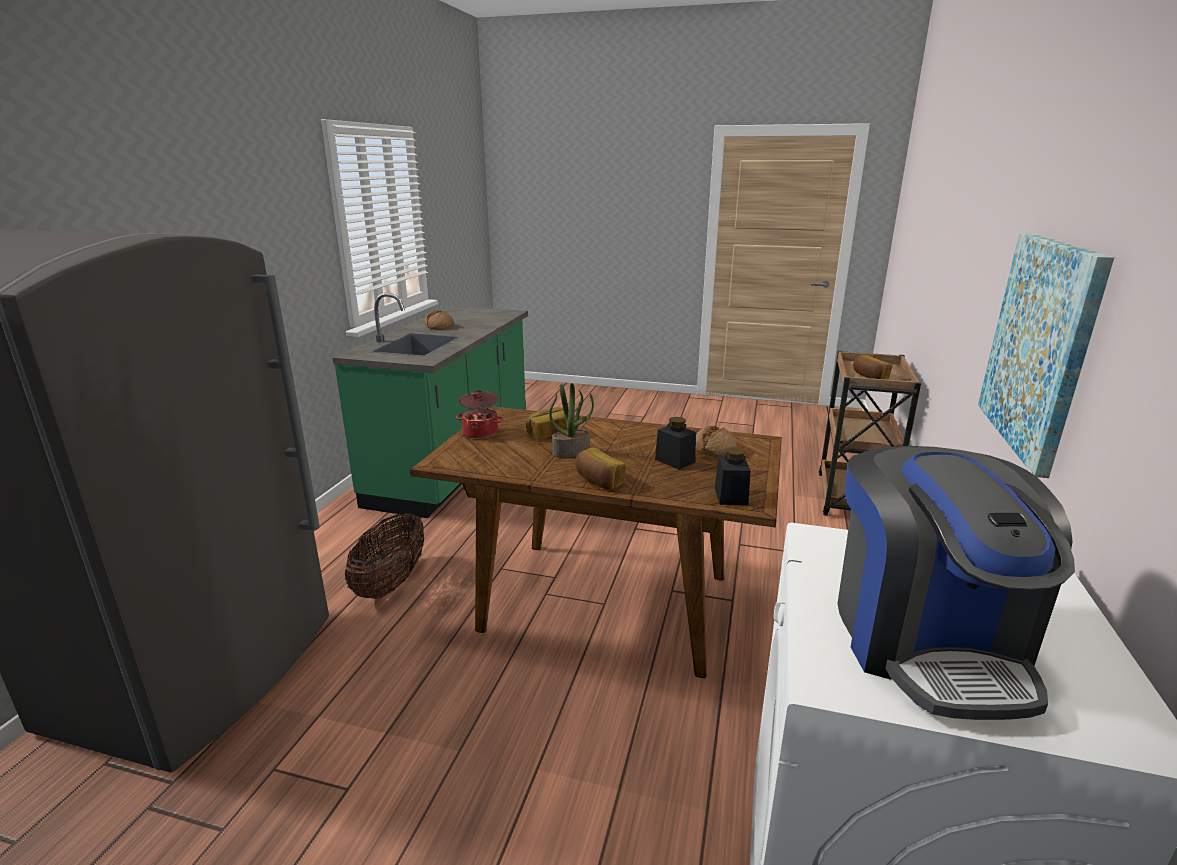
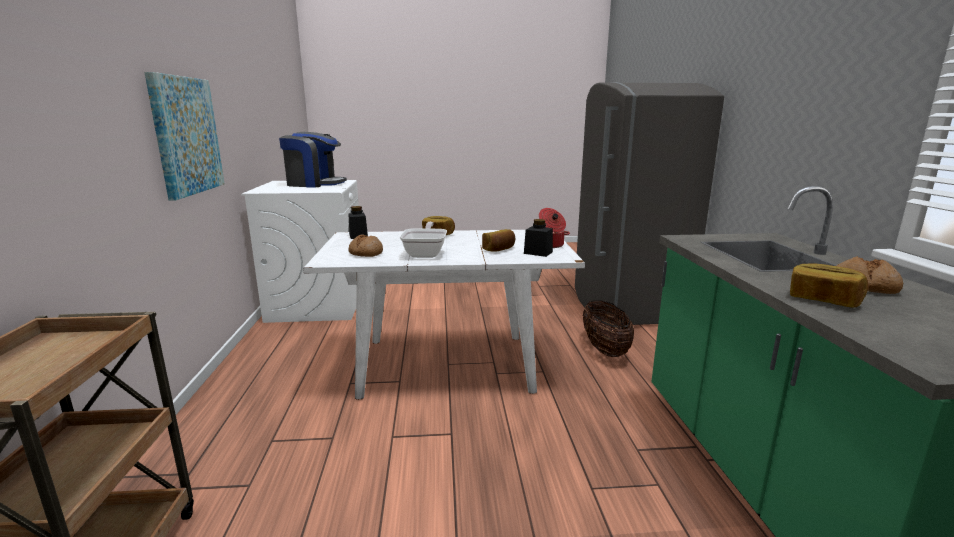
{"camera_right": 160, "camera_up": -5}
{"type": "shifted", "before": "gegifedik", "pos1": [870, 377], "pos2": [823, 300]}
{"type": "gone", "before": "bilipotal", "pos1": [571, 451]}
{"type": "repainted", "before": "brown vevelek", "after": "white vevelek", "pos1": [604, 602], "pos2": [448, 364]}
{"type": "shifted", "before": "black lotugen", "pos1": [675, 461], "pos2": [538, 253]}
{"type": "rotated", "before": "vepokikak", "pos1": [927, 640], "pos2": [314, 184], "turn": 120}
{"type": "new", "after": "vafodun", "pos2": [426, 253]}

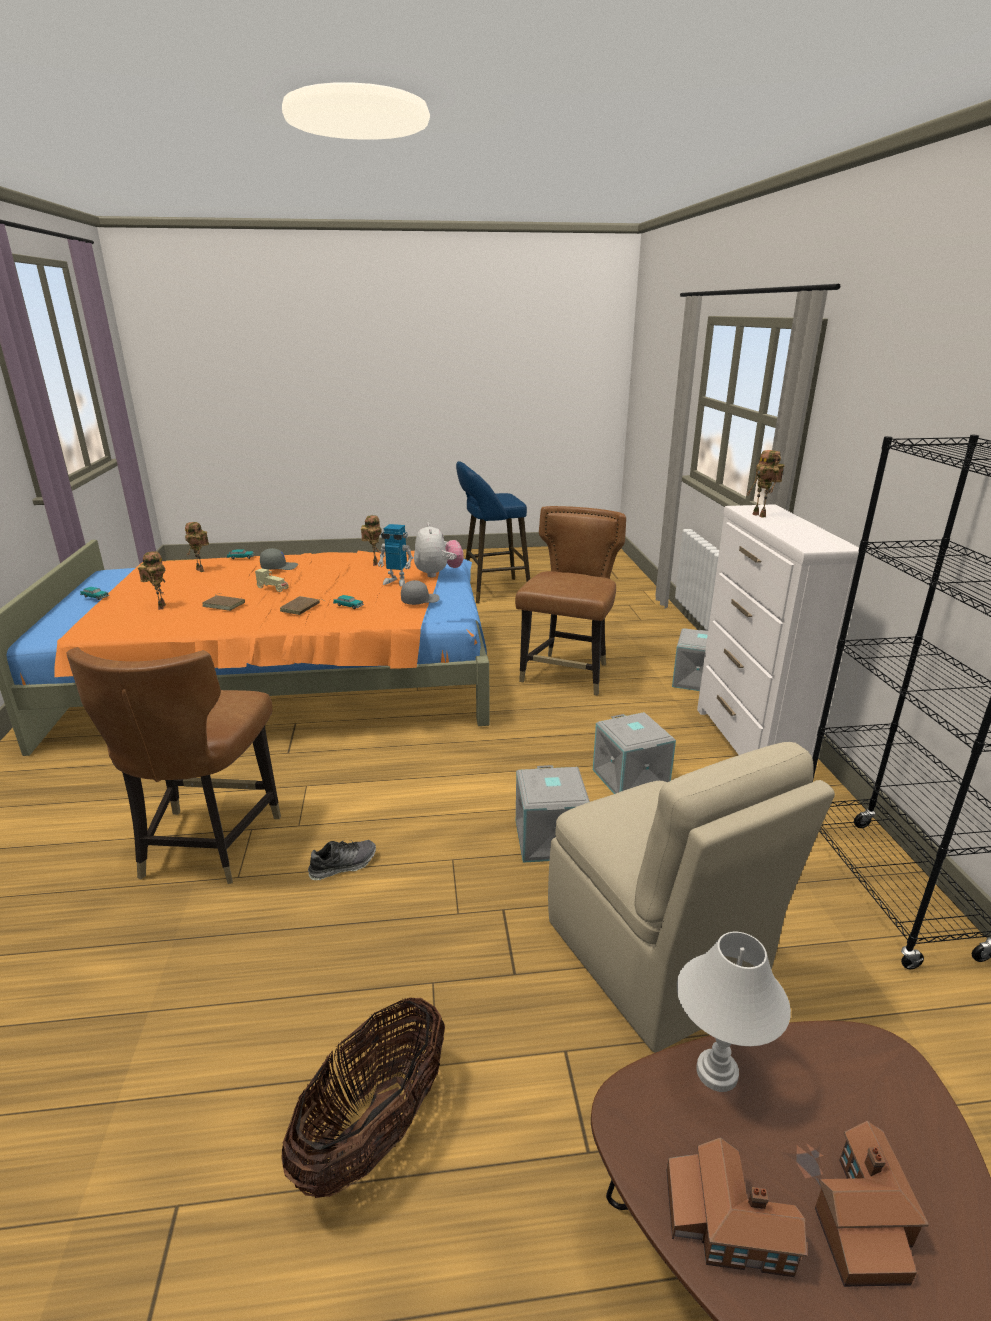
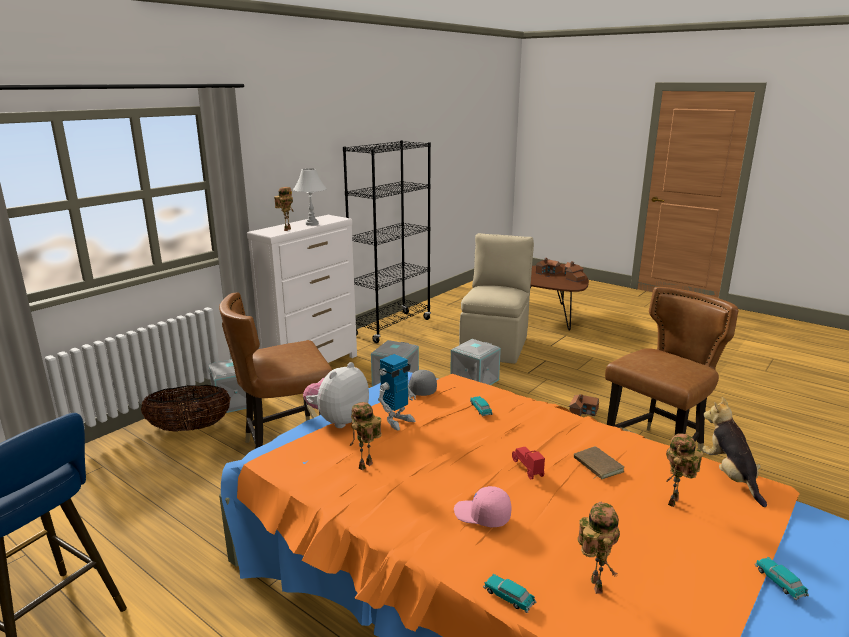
{"camera_right": -135, "camera_up": -5}
{"type": "rotated", "before": "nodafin", "pos1": [396, 581], "pos2": [397, 421], "turn": 75}
{"type": "repainted", "before": "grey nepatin", "after": "pink nepatin", "pos1": [279, 567], "pos2": [482, 516]}
{"type": "repainted", "before": "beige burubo", "after": "red burubo", "pos1": [273, 588], "pos2": [527, 468]}
{"type": "gone", "before": "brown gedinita", "pos1": [301, 608]}
{"type": "swapped", "before": "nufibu", "after": "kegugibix", "pos1": [343, 865], "pos2": [583, 412]}
{"type": "shifted", "before": "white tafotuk", "pos1": [717, 1073], "pos2": [312, 224]}
{"type": "shifted", "before": "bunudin", "pos1": [374, 1129], "pos2": [190, 428]}
{"type": "new", "after": "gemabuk", "pos2": [730, 476]}

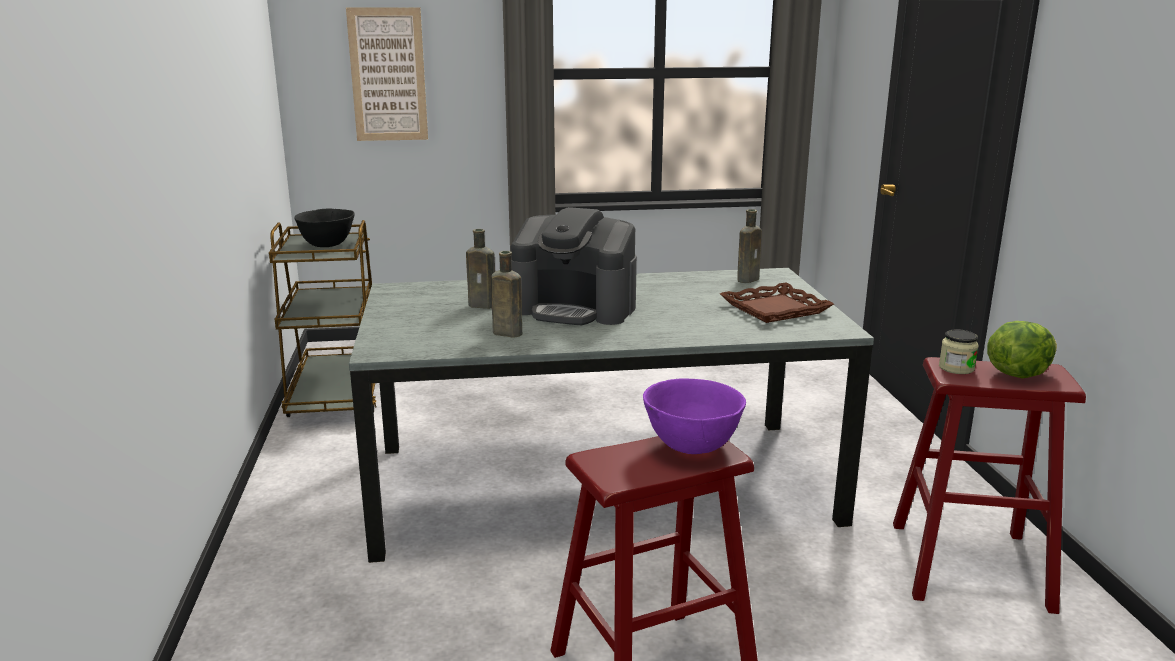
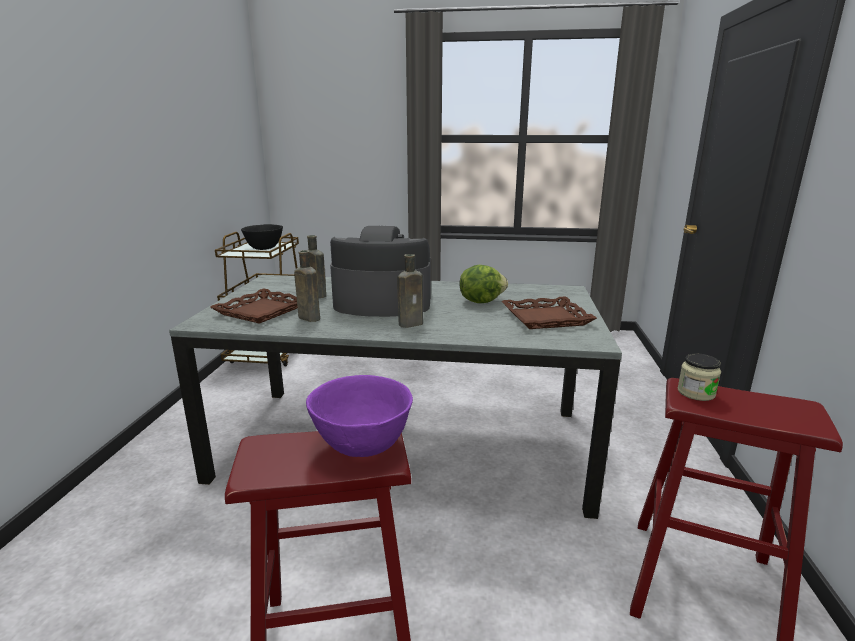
{"camera_right": 15, "camera_up": 0}
{"type": "gone", "before": "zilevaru", "pos1": [388, 75]}
{"type": "rotated", "before": "vepokikak", "pos1": [575, 308], "pos2": [382, 303], "turn": 150}
{"type": "shifted", "before": "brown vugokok", "pos1": [749, 279], "pos2": [412, 323]}
{"type": "shifted", "before": "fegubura", "pos1": [1017, 373], "pos2": [481, 301]}
{"type": "new", "after": "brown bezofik", "pos2": [262, 311]}

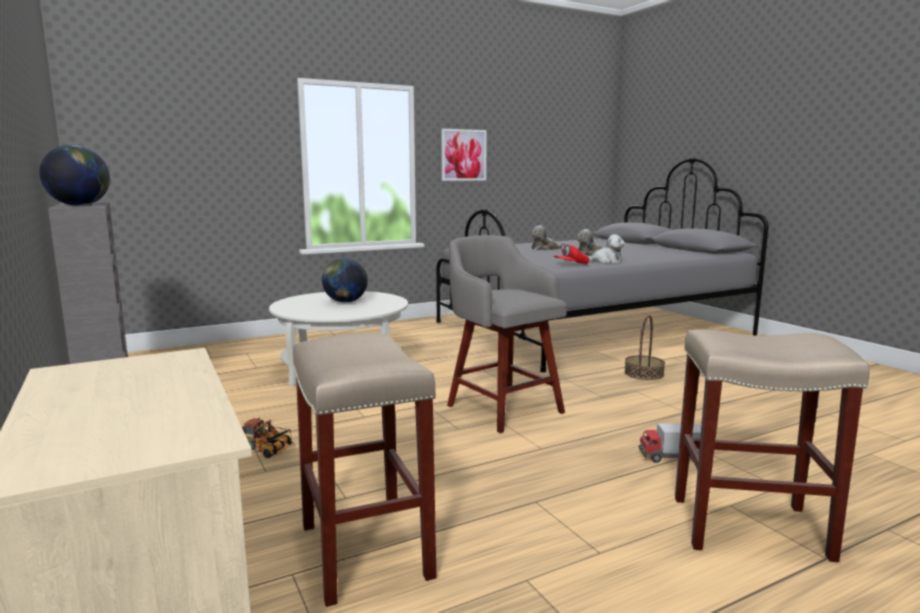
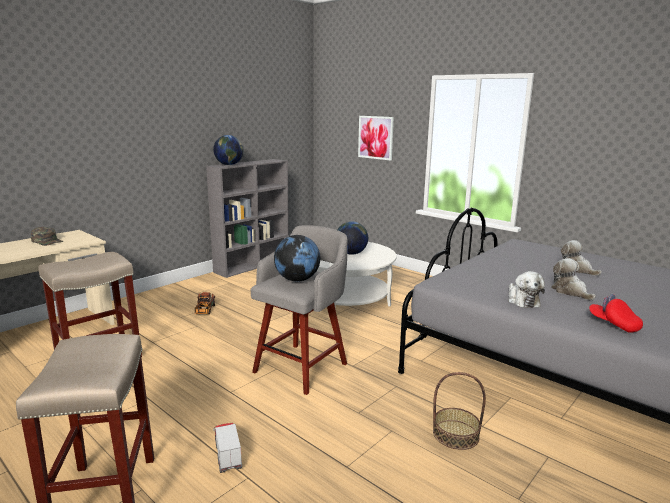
{"camera_right": 70, "camera_up": 5}
{"type": "shifted", "before": "zilevaru", "pos1": [463, 155], "pos2": [375, 137]}
{"type": "shifted", "before": "red nepatin", "pos1": [571, 265], "pos2": [613, 324]}
{"type": "new", "after": "green nepatin", "pos2": [47, 241]}
{"type": "new", "after": "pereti", "pos2": [297, 280]}

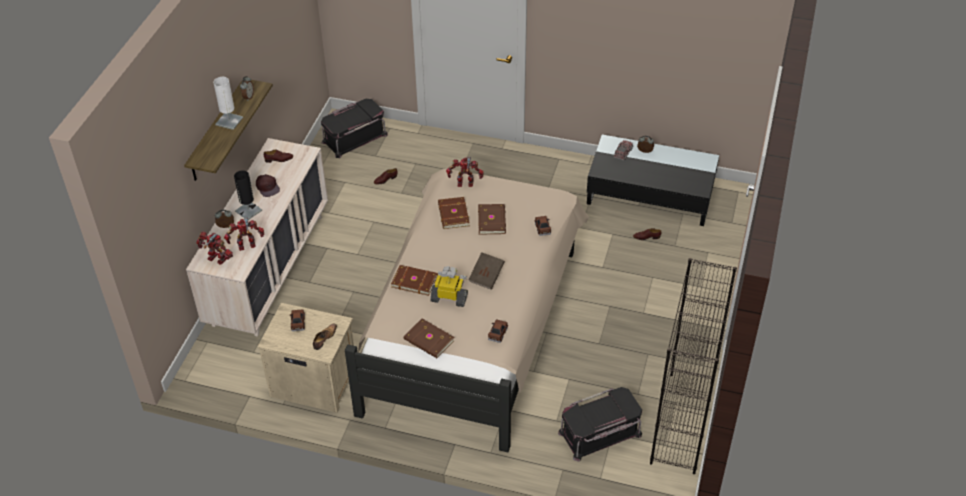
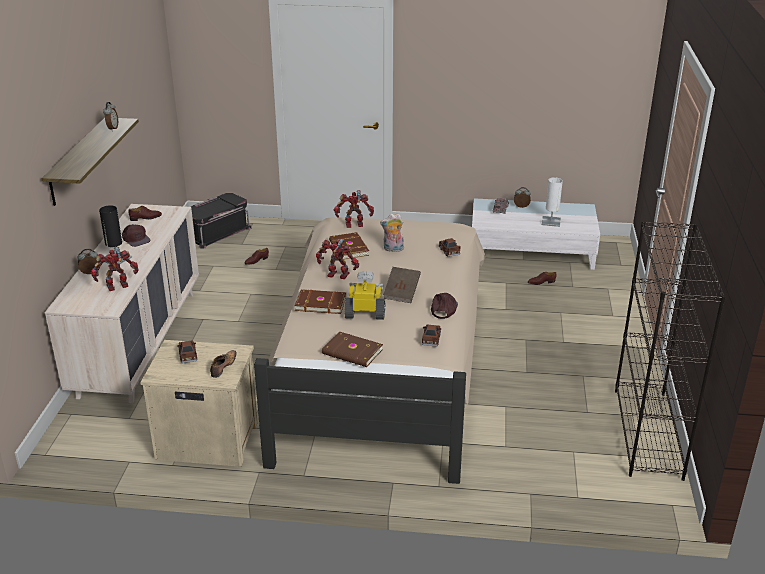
{"camera_right": -10, "camera_up": -15}
{"type": "shifted", "before": "white tafotuk", "pos1": [229, 121], "pos2": [551, 221]}
{"type": "repainted", "before": "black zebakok", "after": "white zebakok", "pos1": [650, 193], "pos2": [531, 250]}
{"type": "swapped", "before": "brown gedinita", "after": "gemabuk", "pos1": [492, 220], "pos2": [393, 249]}
{"type": "shifted", "before": "nodafin", "pos1": [217, 259], "pos2": [338, 275]}
{"type": "gone", "before": "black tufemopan", "pos1": [600, 434]}
{"type": "new", "after": "brown nepatin", "pos2": [443, 309]}

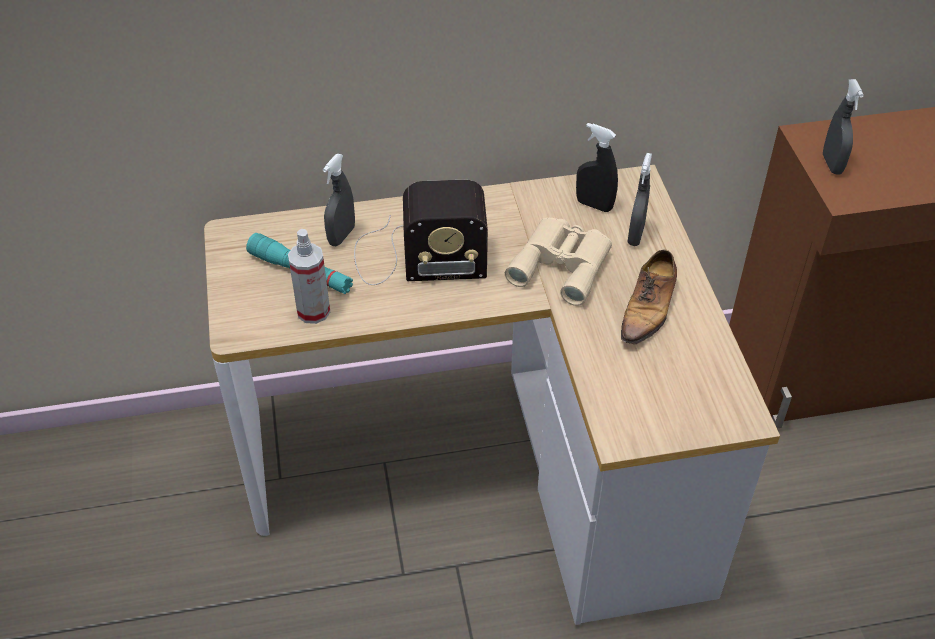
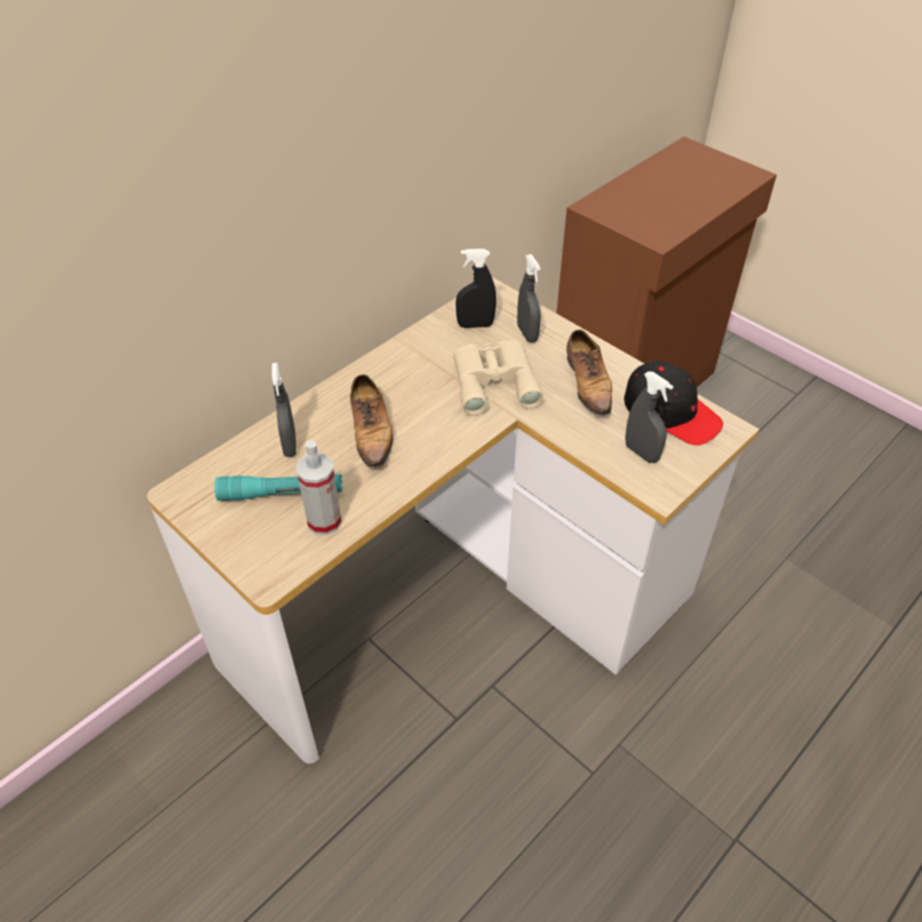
{"camera_right": -35, "camera_up": 0}
{"type": "shifted", "before": "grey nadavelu", "pos1": [832, 164], "pos2": [641, 453]}
{"type": "swapped", "before": "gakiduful", "after": "nufibu", "pos1": [415, 257], "pos2": [371, 432]}
{"type": "new", "after": "black nepatin", "pos2": [671, 412]}

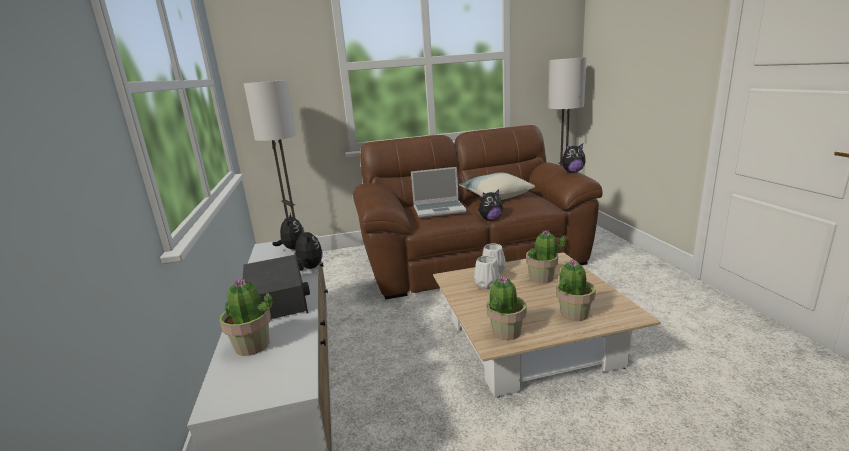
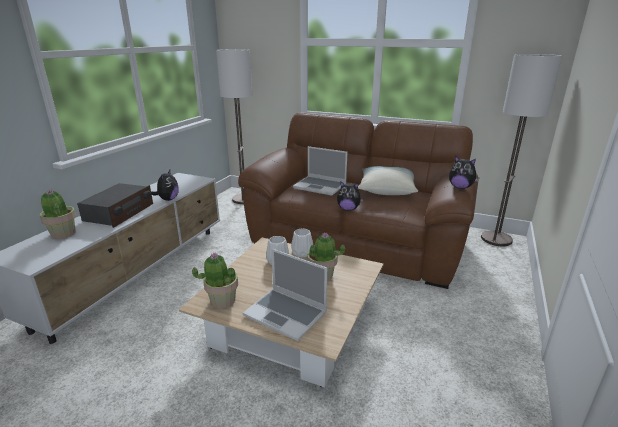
{"camera_right": 35, "camera_up": 5}
{"type": "gone", "before": "gemabuk", "pos1": [293, 248]}
{"type": "swapped", "before": "bilipotal", "after": "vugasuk", "pos1": [573, 314], "pos2": [287, 314]}

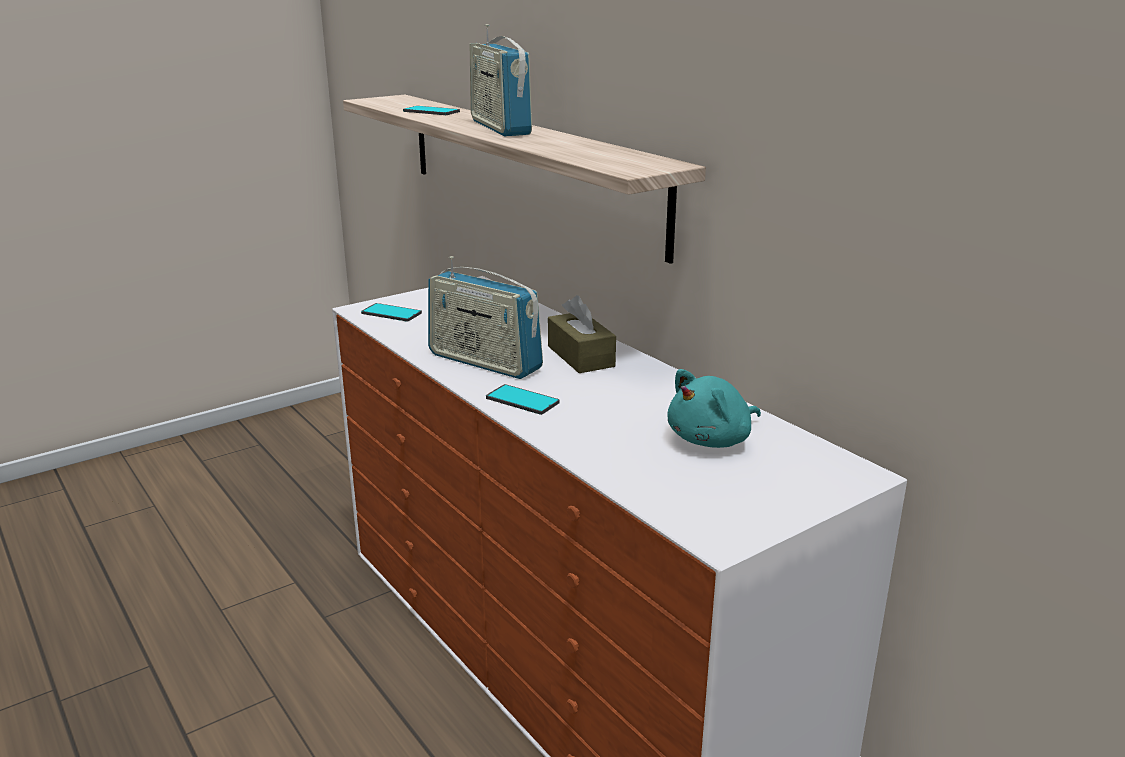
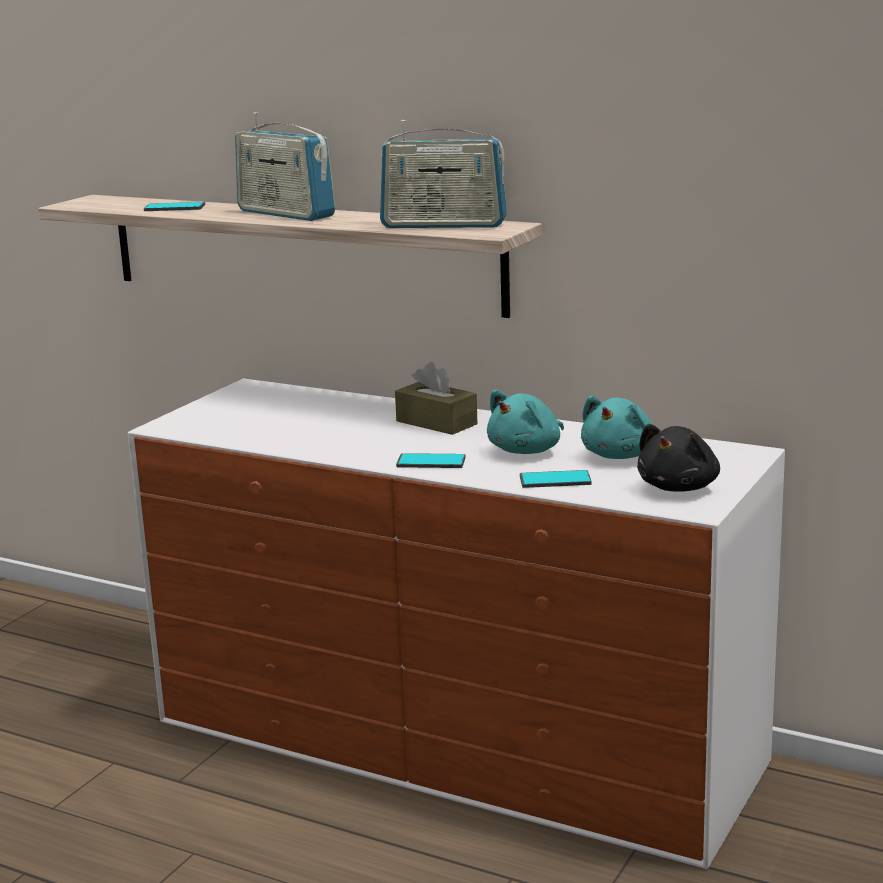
{"camera_right": -25, "camera_up": -5}
{"type": "shifted", "before": "gakiduful", "pos1": [484, 362], "pos2": [443, 225]}
{"type": "shifted", "before": "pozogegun", "pos1": [391, 313], "pos2": [555, 480]}
{"type": "new", "after": "turquoise gemabuk", "pos2": [527, 450]}
{"type": "new", "after": "black gemabuk", "pos2": [680, 487]}

